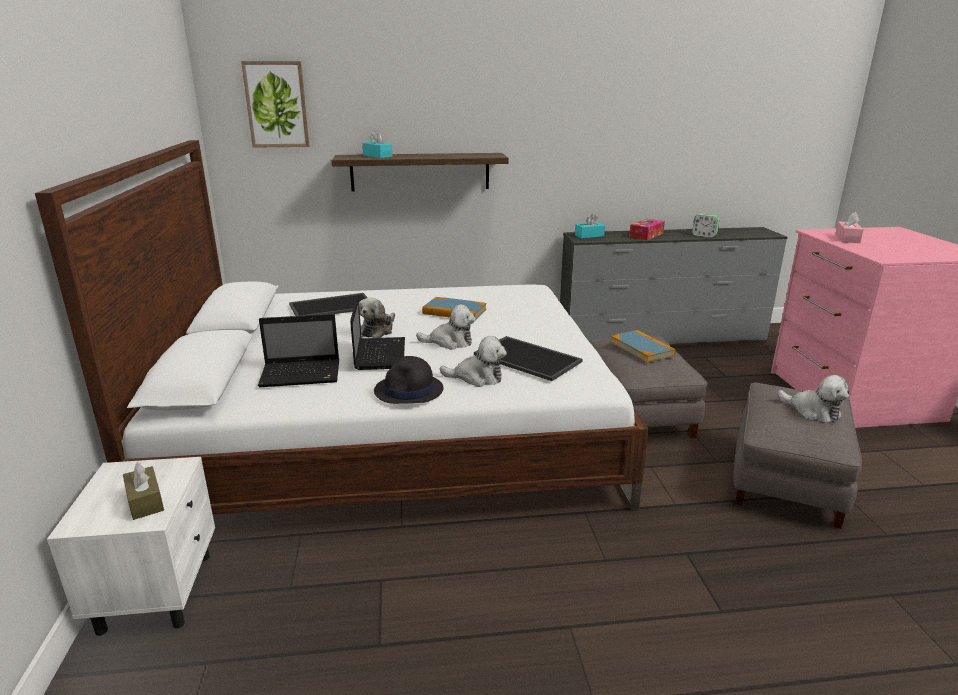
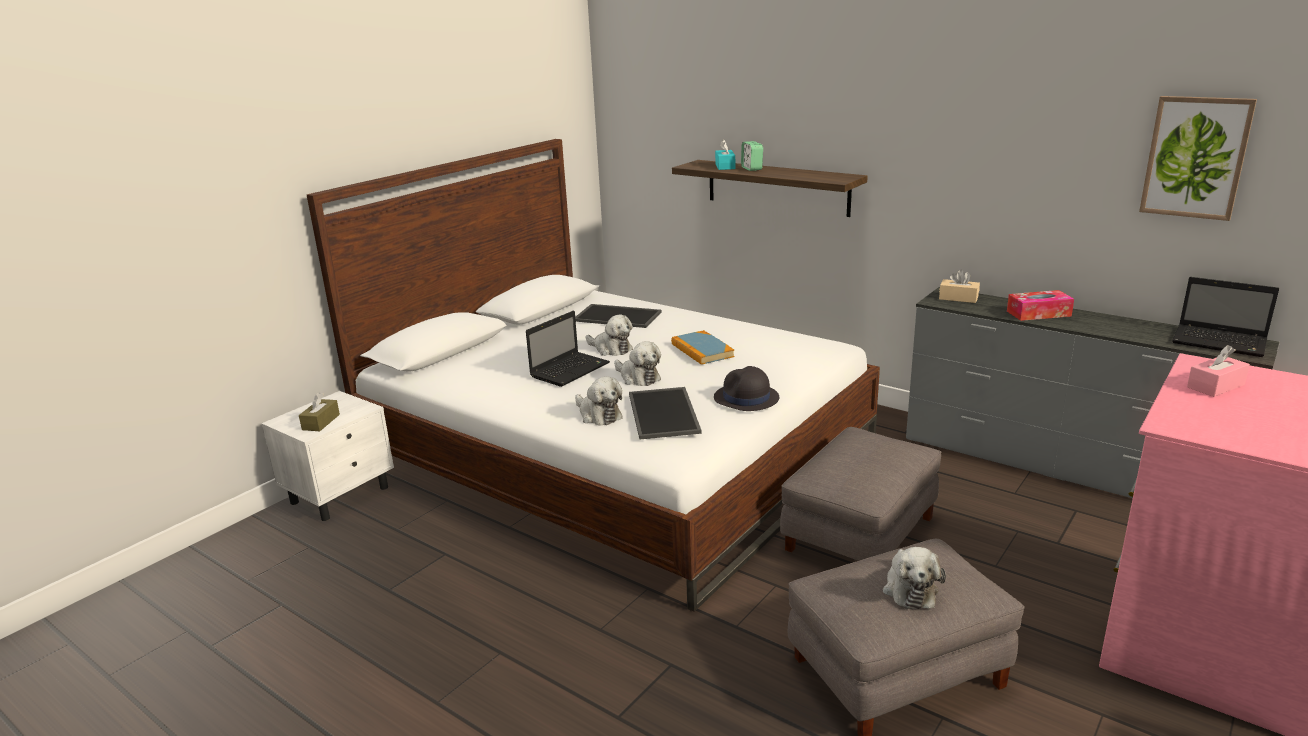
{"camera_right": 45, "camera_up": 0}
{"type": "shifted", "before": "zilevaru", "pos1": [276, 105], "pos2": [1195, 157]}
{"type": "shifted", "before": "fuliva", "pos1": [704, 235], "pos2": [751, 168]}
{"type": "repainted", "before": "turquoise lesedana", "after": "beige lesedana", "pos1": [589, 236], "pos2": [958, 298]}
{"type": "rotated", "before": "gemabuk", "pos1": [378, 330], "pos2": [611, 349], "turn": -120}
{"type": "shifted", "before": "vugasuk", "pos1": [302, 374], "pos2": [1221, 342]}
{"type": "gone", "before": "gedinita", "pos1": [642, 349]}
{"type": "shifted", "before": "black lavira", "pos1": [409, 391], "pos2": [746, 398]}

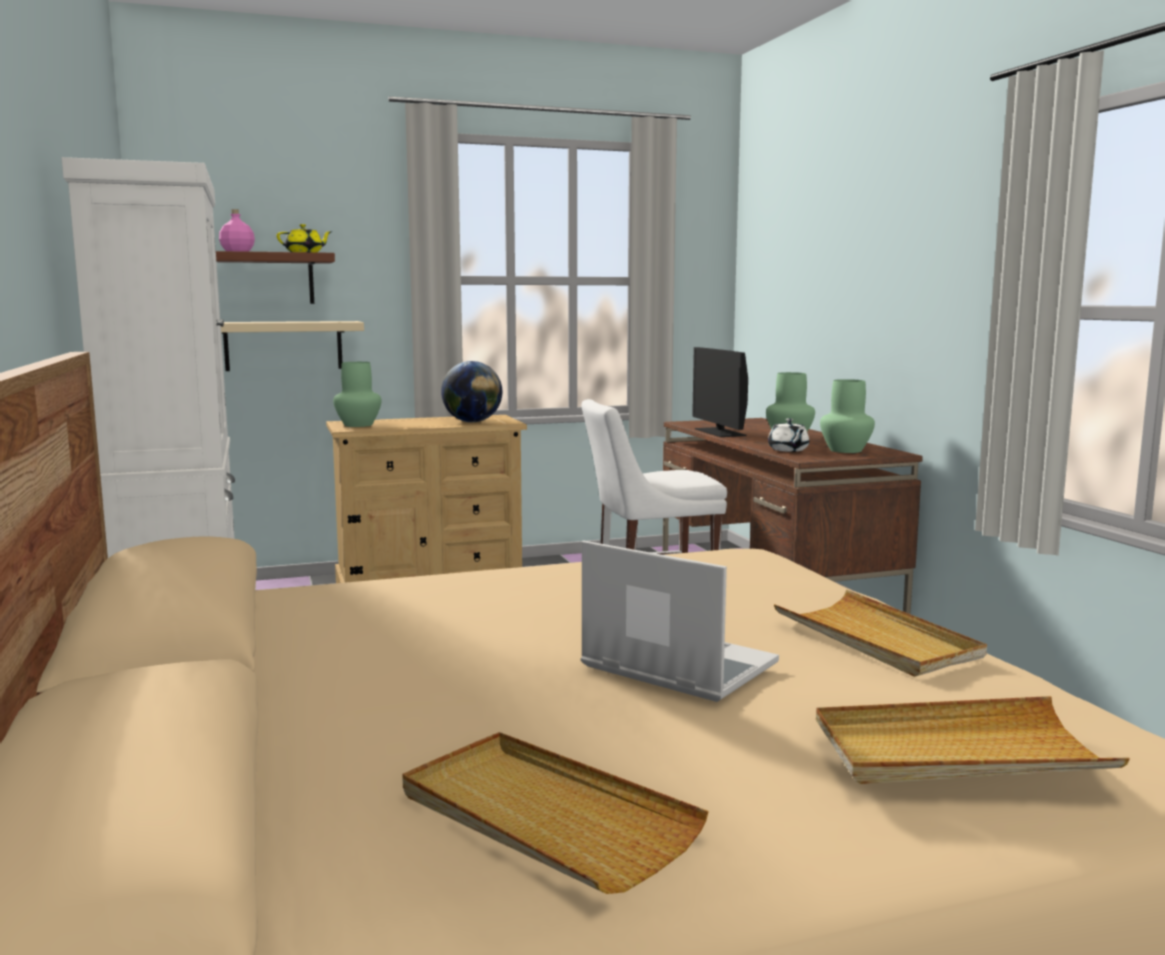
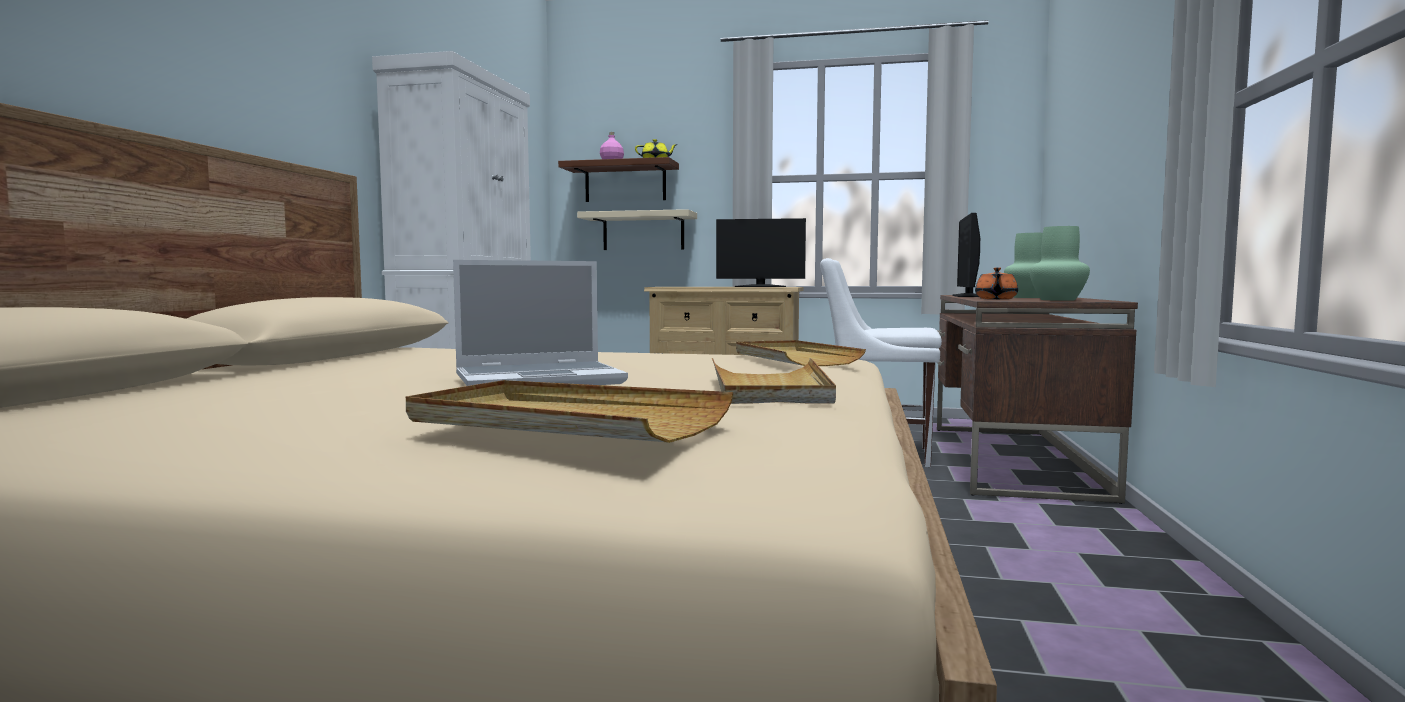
{"camera_right": 30, "camera_up": -5}
{"type": "swapped", "before": "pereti", "after": "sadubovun", "pos1": [472, 422], "pos2": [760, 286]}
{"type": "gone", "before": "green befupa", "pos1": [357, 425]}
{"type": "repainted", "before": "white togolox", "after": "orange togolox", "pos1": [788, 450], "pos2": [995, 299]}
{"type": "rotated", "before": "vugasuk", "pos1": [675, 666], "pos2": [541, 380], "turn": 90}
{"type": "shifted", "before": "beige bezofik", "pos1": [544, 817], "pos2": [793, 358]}

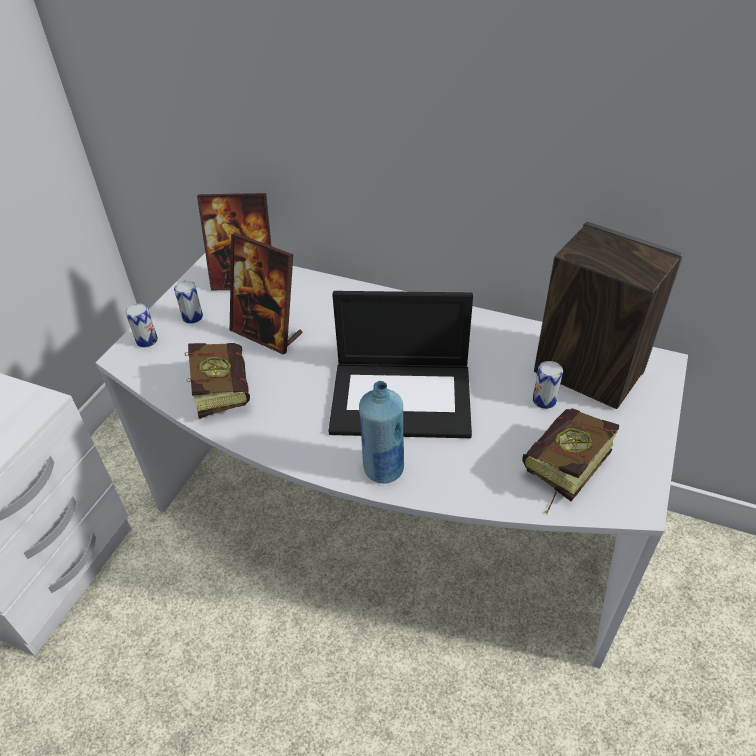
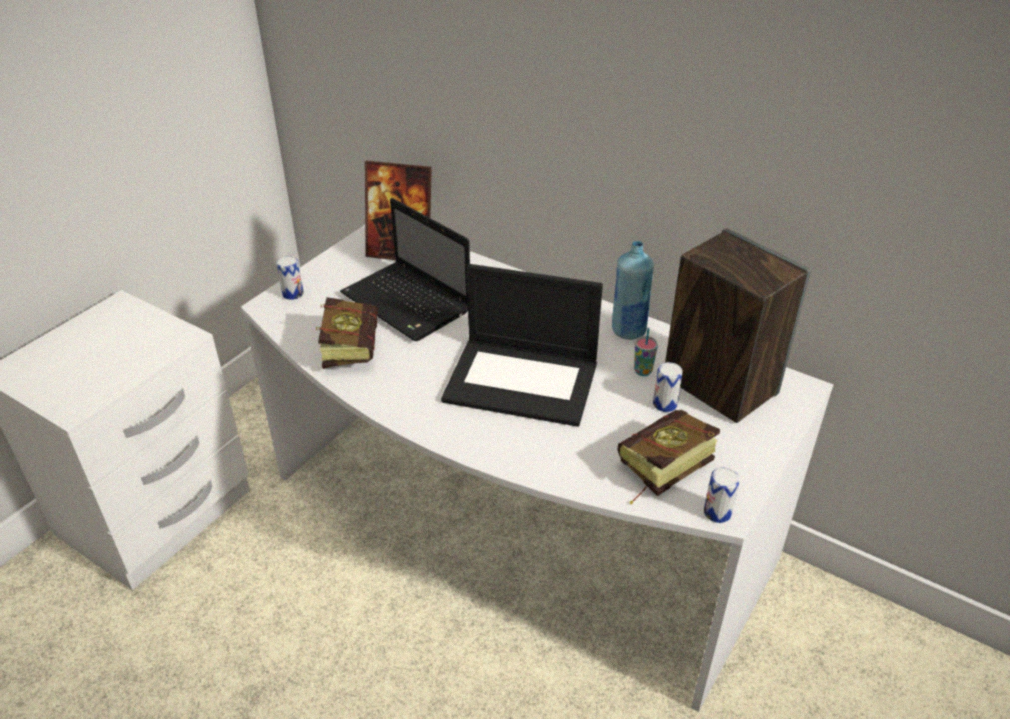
{"camera_right": 10, "camera_up": -5}
{"type": "swapped", "before": "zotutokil", "after": "vugasuk", "pos1": [267, 333], "pos2": [409, 303]}
{"type": "shifted", "before": "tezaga", "pos1": [192, 317], "pos2": [717, 512]}
{"type": "shifted", "before": "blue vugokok", "pos1": [383, 469], "pos2": [628, 331]}
{"type": "new", "after": "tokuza", "pos2": [642, 371]}

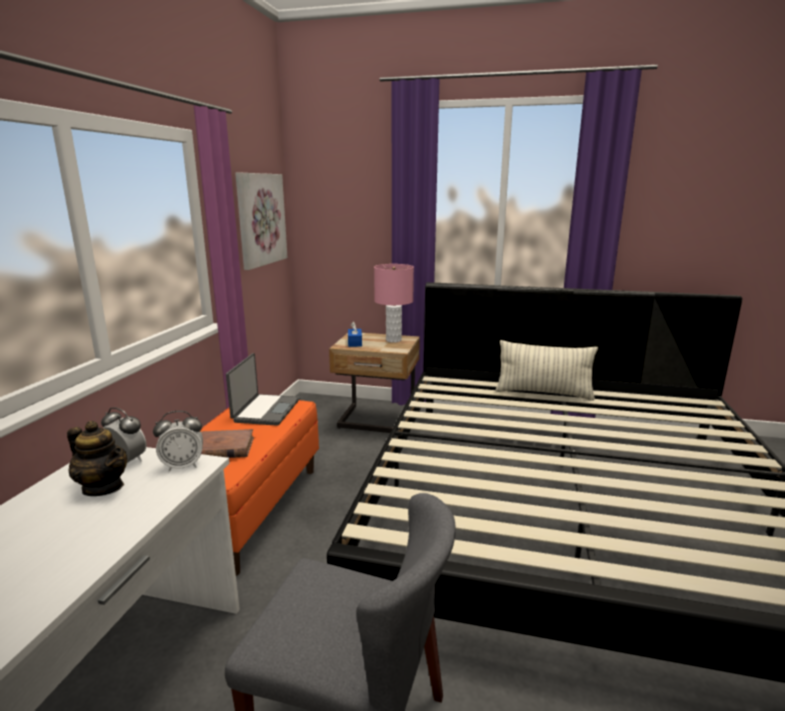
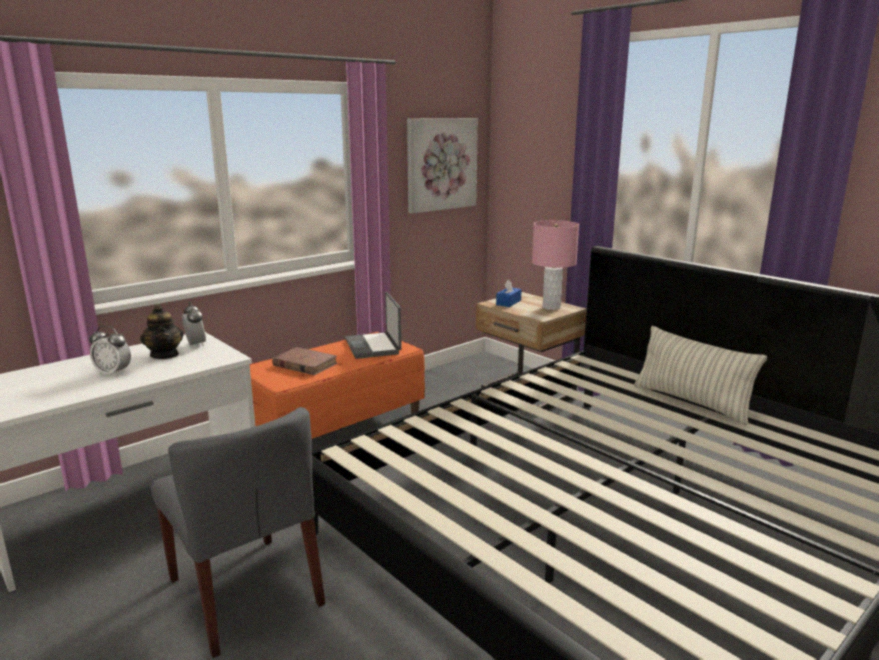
{"camera_right": 35, "camera_up": 0}
{"type": "rotated", "before": "vugasuk", "pos1": [265, 410], "pos2": [374, 346], "turn": 120}
{"type": "shifted", "before": "fuliva", "pos1": [183, 466], "pos2": [113, 373]}

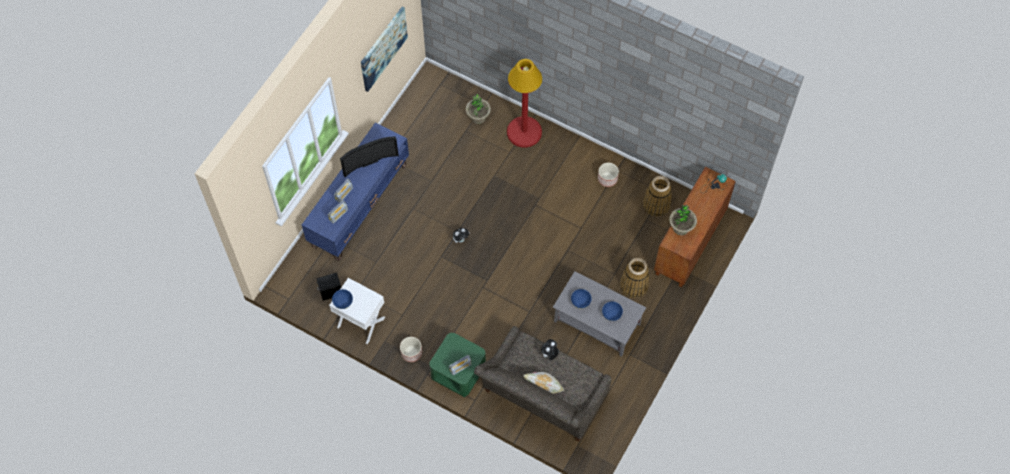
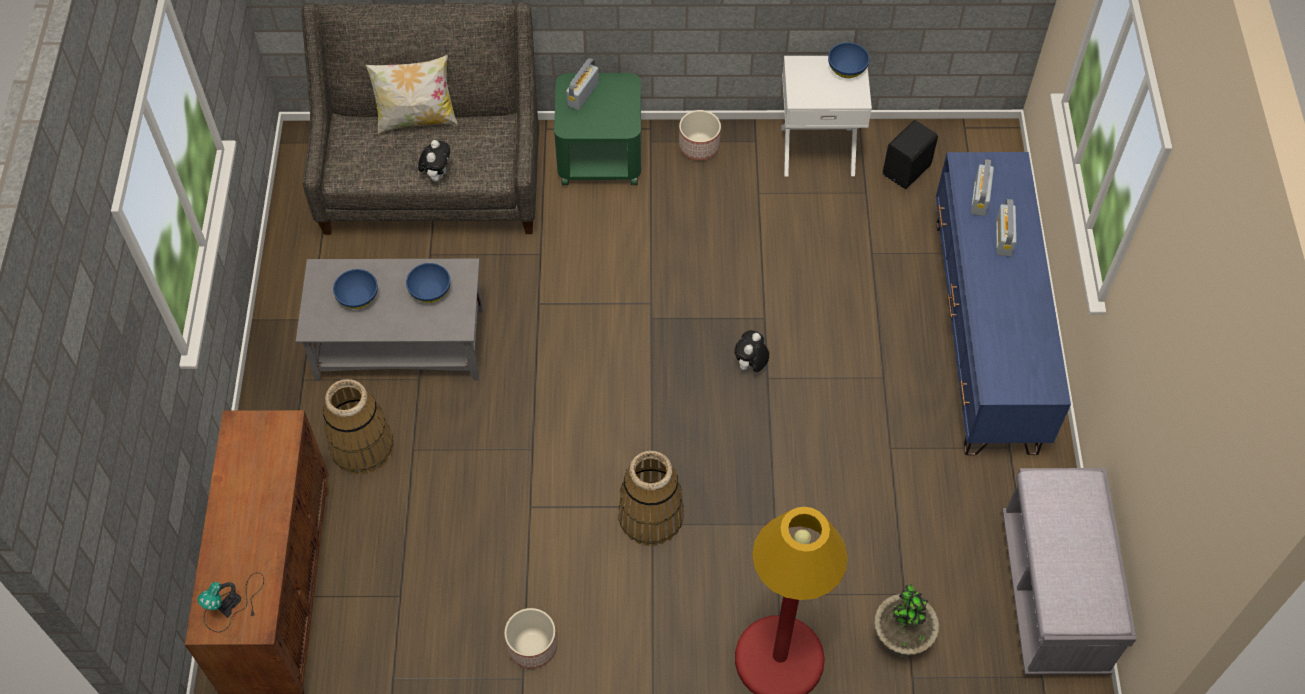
{"camera_right": 150, "camera_up": -5}
{"type": "gone", "before": "zilevaru", "pos1": [383, 48]}
{"type": "gone", "before": "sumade", "pos1": [368, 160]}
{"type": "shifted", "before": "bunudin", "pos1": [656, 204], "pos2": [650, 516]}
{"type": "gone", "before": "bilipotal", "pos1": [681, 228]}
{"type": "new", "after": "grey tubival", "pos2": [1052, 594]}

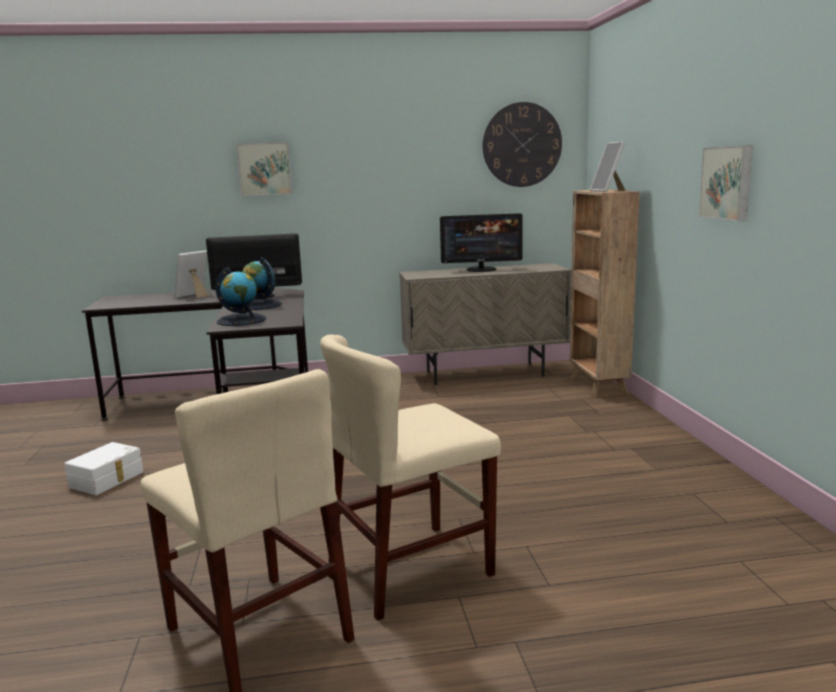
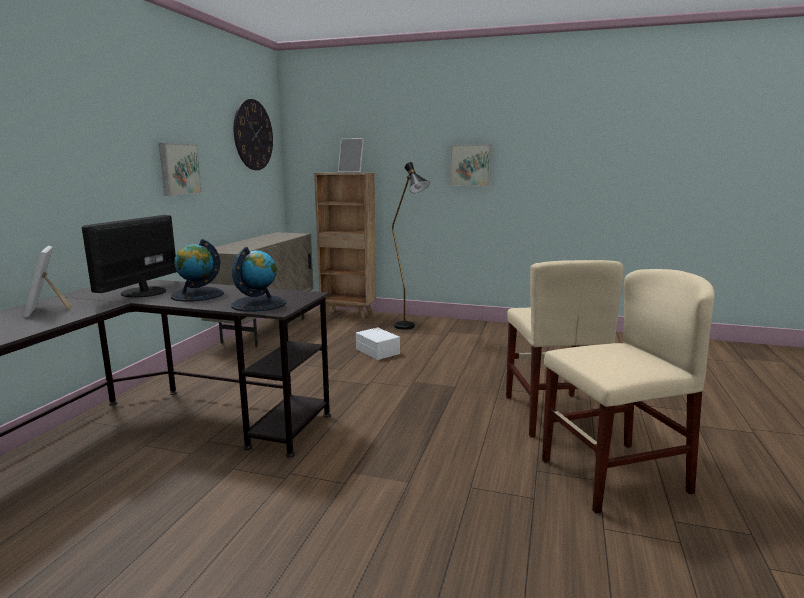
{"camera_right": -65, "camera_up": 0}
{"type": "shifted", "before": "zilevaru", "pos1": [264, 169], "pos2": [178, 169]}
{"type": "gone", "before": "sadubovun", "pos1": [481, 269]}
{"type": "shifted", "before": "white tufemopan", "pos1": [108, 479], "pos2": [378, 351]}
{"type": "new", "after": "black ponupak", "pos2": [409, 328]}

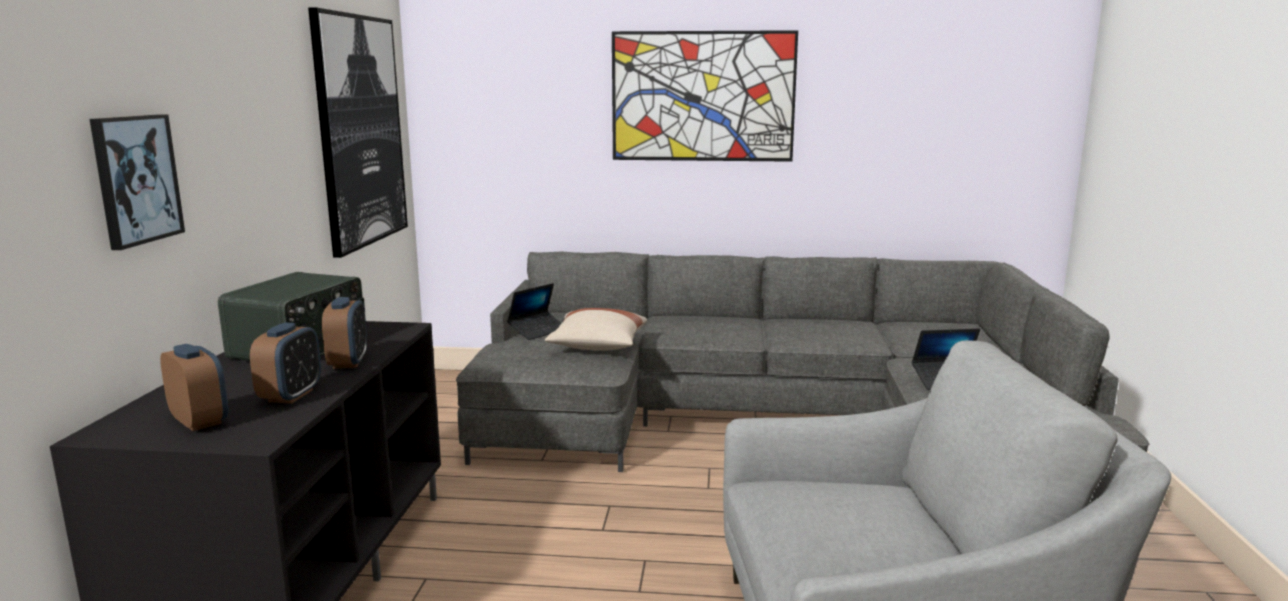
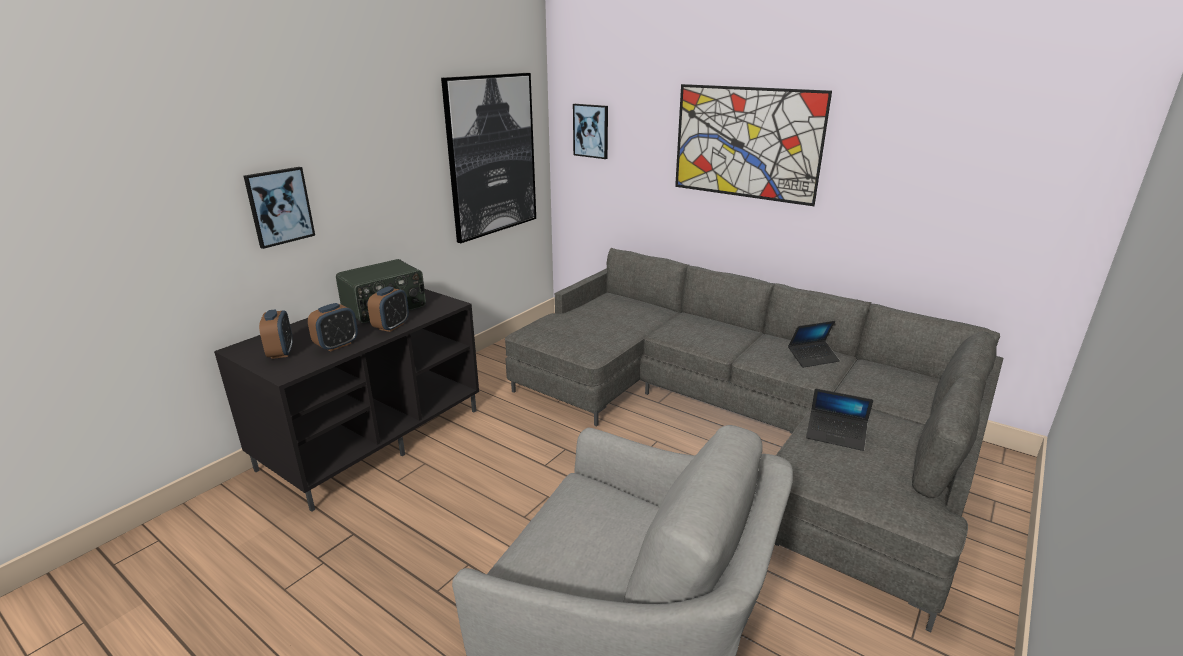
{"camera_right": 30, "camera_up": 10}
{"type": "shifted", "before": "vugasuk", "pos1": [538, 331], "pos2": [813, 358]}
{"type": "gone", "before": "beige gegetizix", "pos1": [597, 347]}
{"type": "new", "after": "zilevaru", "pos2": [591, 131]}

